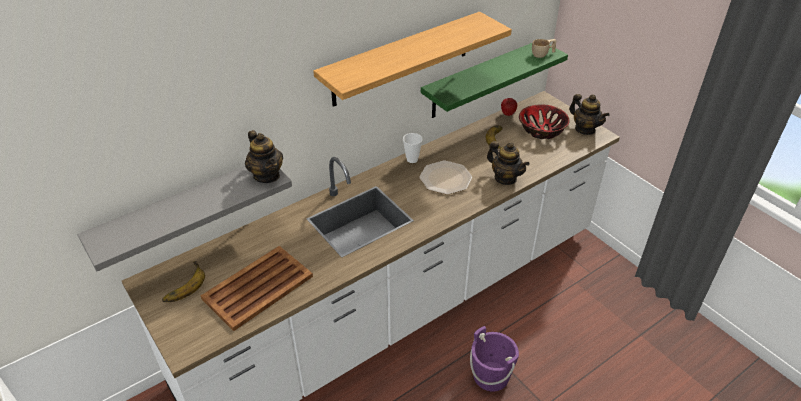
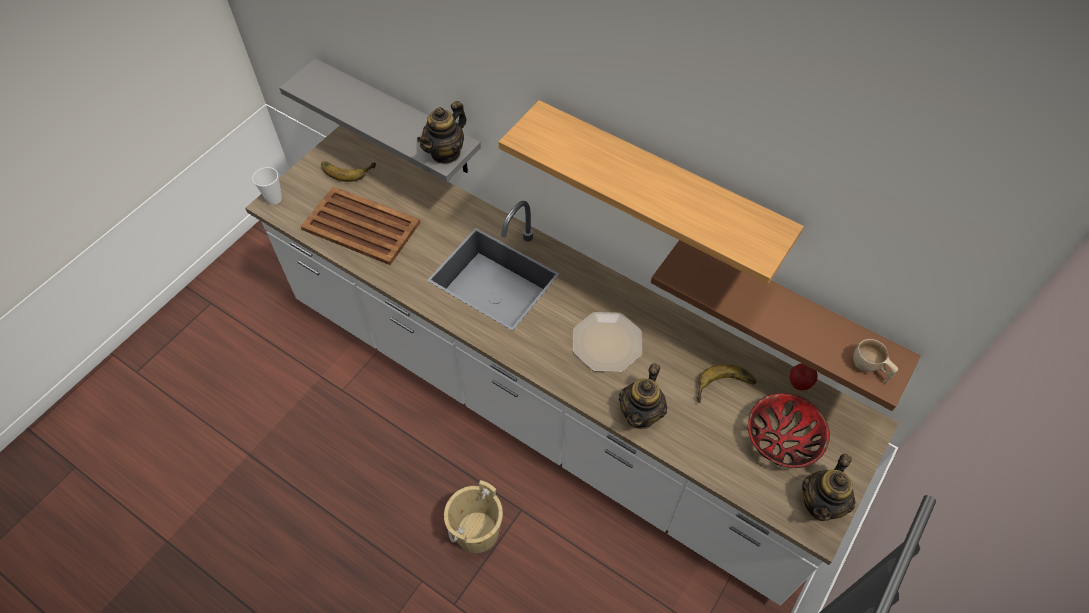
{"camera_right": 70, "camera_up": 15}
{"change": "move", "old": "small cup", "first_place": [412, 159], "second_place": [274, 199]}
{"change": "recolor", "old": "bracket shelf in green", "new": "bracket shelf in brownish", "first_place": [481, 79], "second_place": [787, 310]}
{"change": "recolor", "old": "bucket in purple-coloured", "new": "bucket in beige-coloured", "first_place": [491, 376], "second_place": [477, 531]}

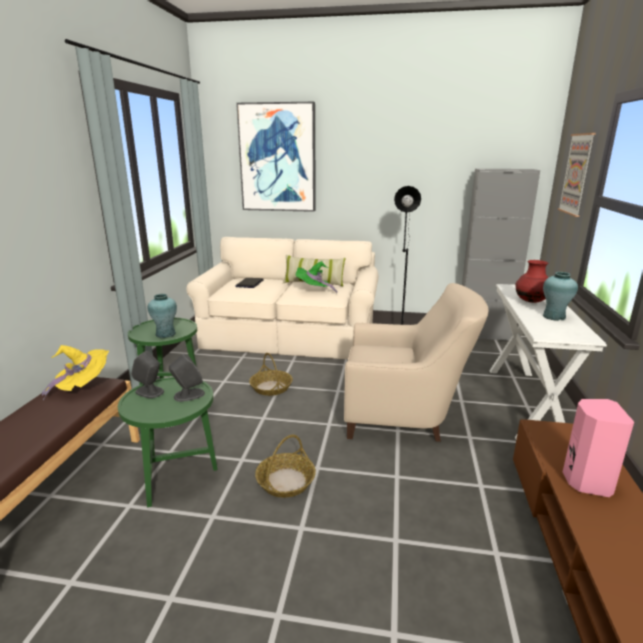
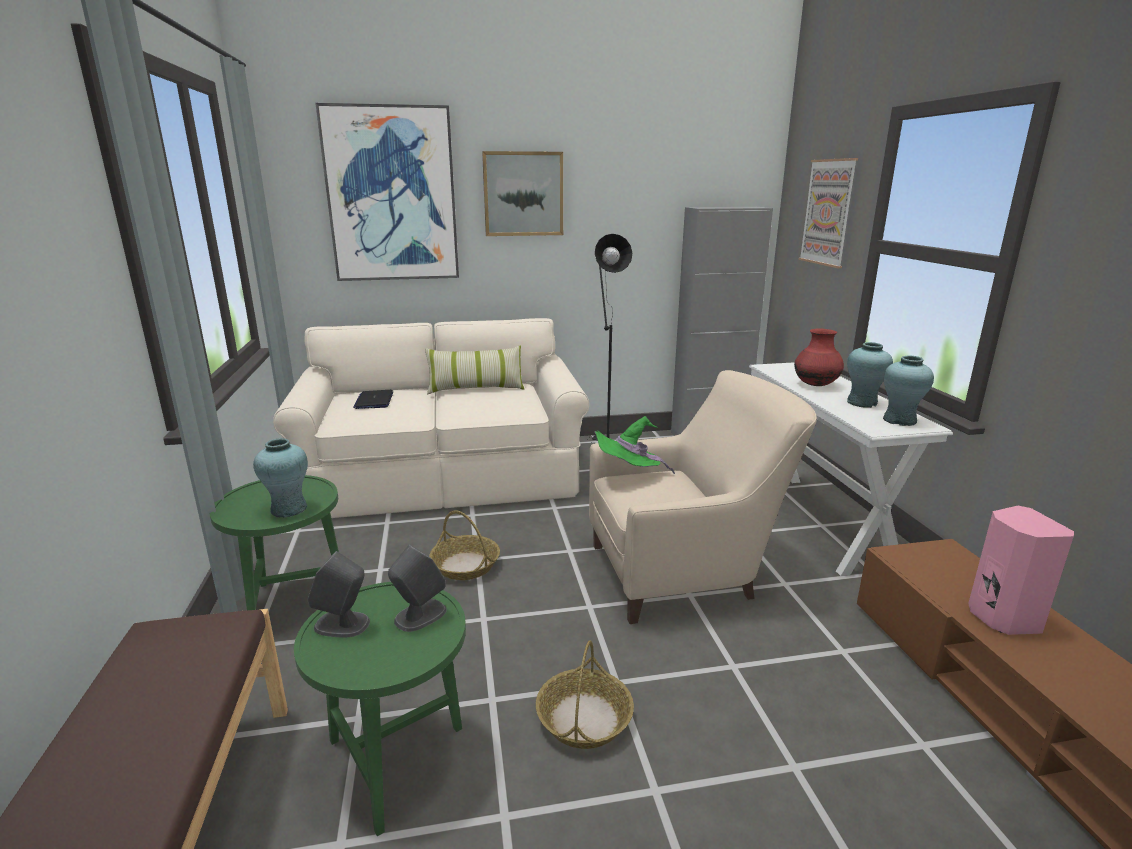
{"camera_right": -20, "camera_up": 0}
{"change": "delete", "old": "clothing hat in yellow", "first_place": [84, 387]}
{"change": "insert", "new": "picture", "second_place": [523, 194]}
{"change": "insert", "new": "vase in blue-green", "second_place": [900, 420]}
{"change": "move", "old": "clothing hat in green", "first_place": [314, 292], "second_place": [629, 474]}

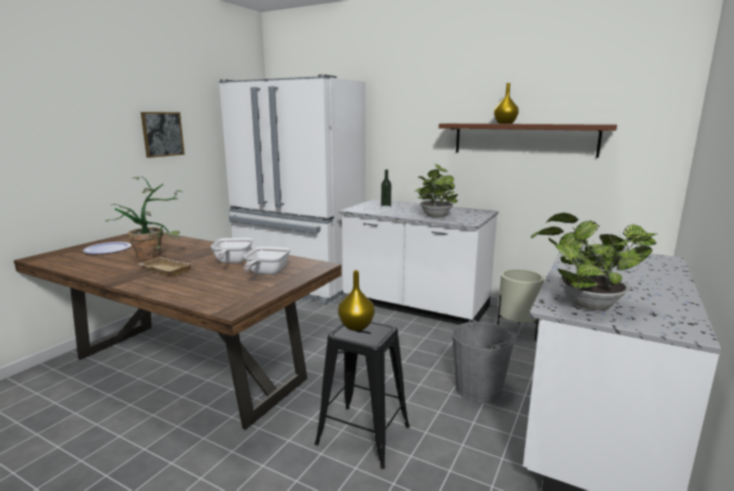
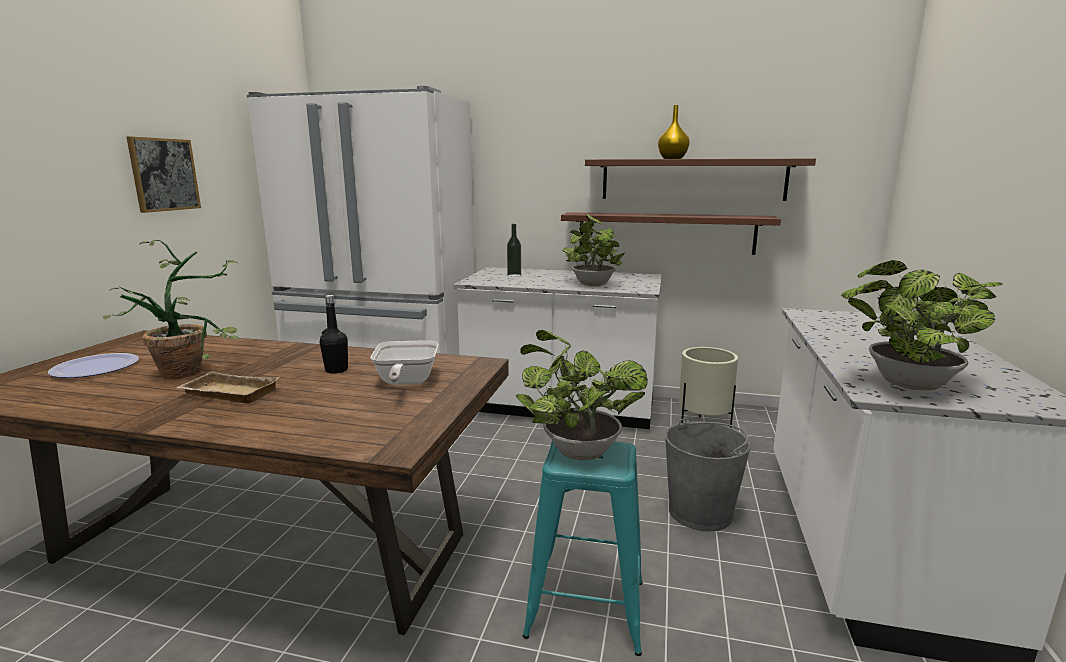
{"camera_right": -15, "camera_up": 0}
{"change": "insert", "new": "bracket shelf in brownish", "second_place": [665, 233]}
{"change": "replace", "old": "pan", "new": "beverage bottle in blackish", "first_place": [232, 262], "second_place": [336, 370]}
{"change": "replace", "old": "vase in yellow", "new": "houseplant", "first_place": [356, 327], "second_place": [576, 450]}
{"change": "recolor", "old": "stool in blackish", "new": "stool in blue-green", "first_place": [363, 435], "second_place": [586, 608]}

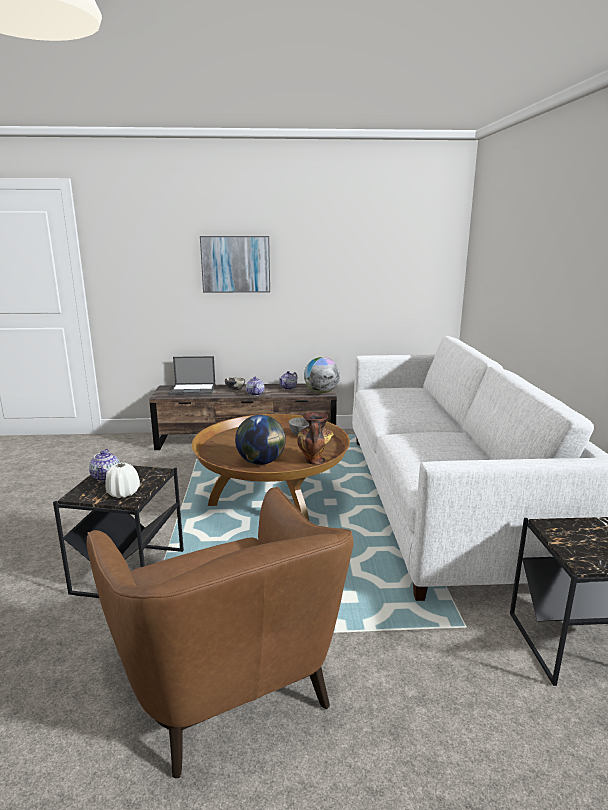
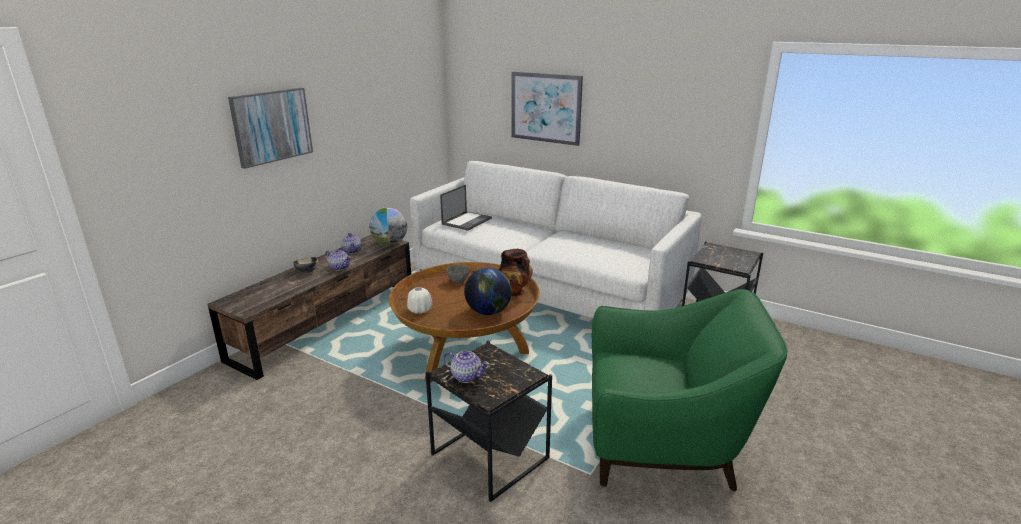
{"camera_right": -55, "camera_up": 5}
{"change": "insert", "new": "picture", "second_place": [545, 108]}
{"change": "move", "old": "vase in white", "first_place": [123, 493], "second_place": [420, 310]}
{"change": "move", "old": "notebook computer", "first_place": [193, 389], "second_place": [467, 221]}
{"change": "recolor", "old": "lounge chair in brownish", "new": "lounge chair in green", "first_place": [226, 678], "second_place": [662, 444]}

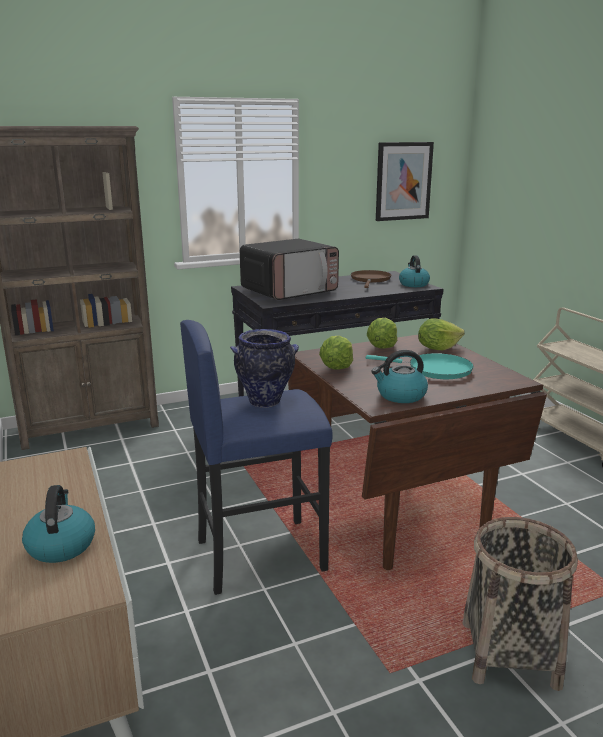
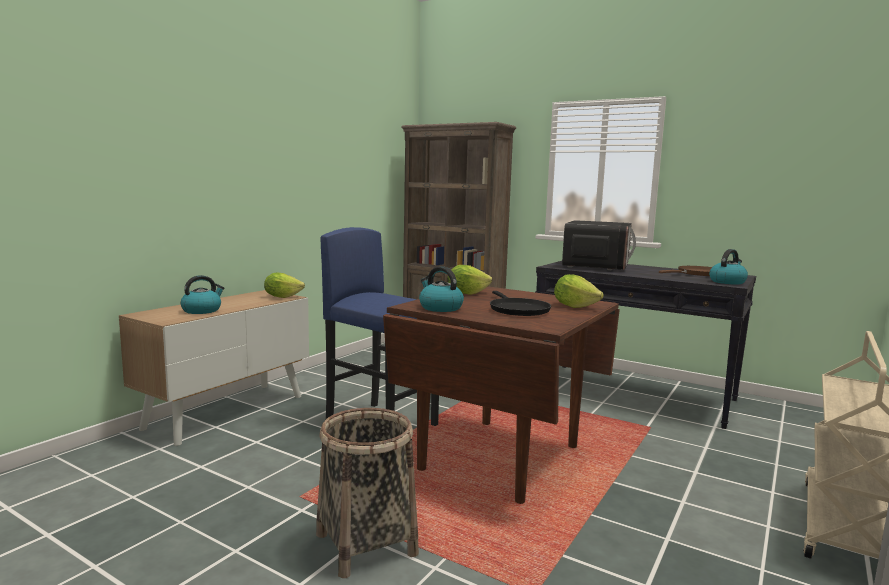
{"camera_right": 55, "camera_up": -10}
{"change": "delete", "old": "vase", "first_place": [265, 401]}
{"change": "delete", "old": "picture", "first_place": [403, 181]}
{"change": "move", "old": "head of lettuce", "first_place": [382, 346], "second_place": [282, 297]}
{"change": "recolor", "old": "pan in blue-green", "new": "pan in blackish", "first_place": [435, 370], "second_place": [517, 310]}
{"change": "rotate", "old": "microwave", "first_place": [290, 291], "second_place": [596, 266], "degrees": -90}

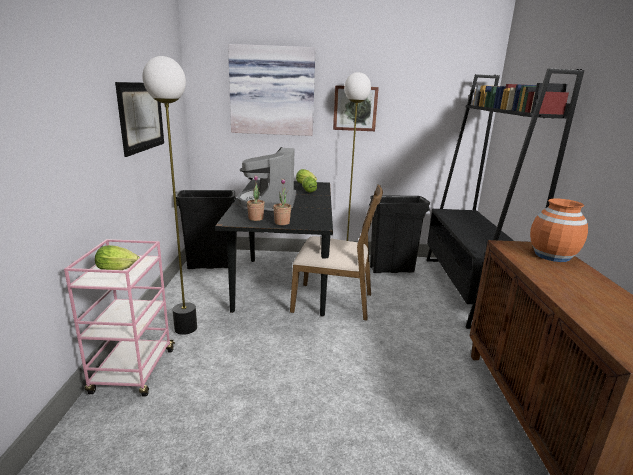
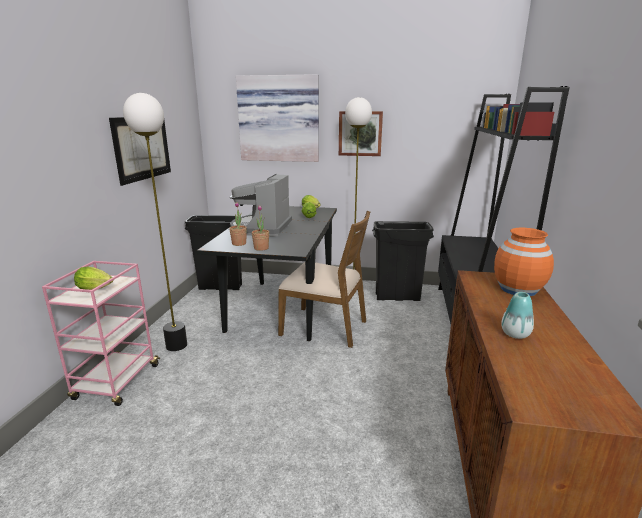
{"camera_right": 10, "camera_up": 0}
{"change": "insert", "new": "vase", "second_place": [515, 334]}

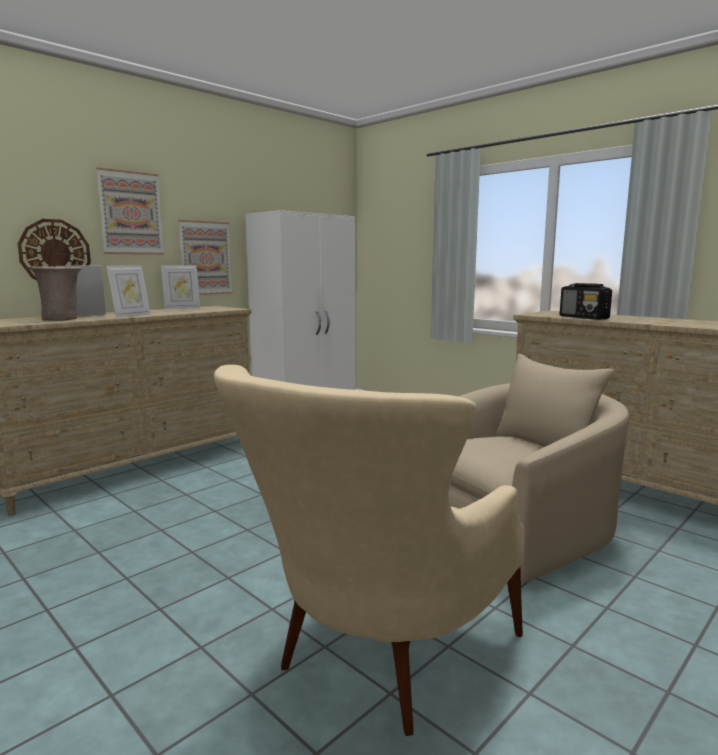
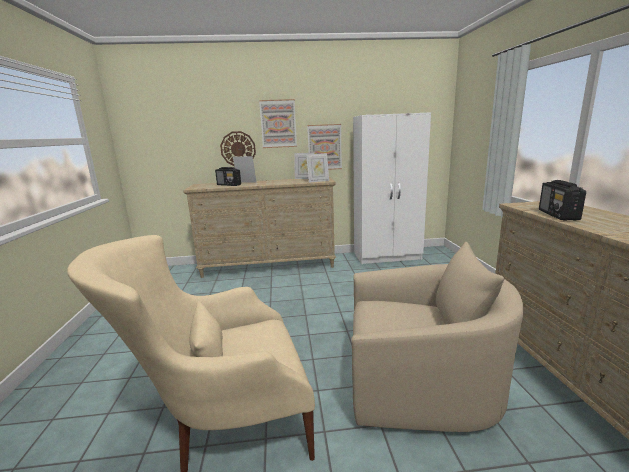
{"camera_right": 40, "camera_up": 5}
{"change": "move", "old": "photo frame", "first_place": [131, 315], "second_place": [318, 181]}
{"change": "replace", "old": "vase in beige-coloured", "new": "radio", "first_place": [61, 319], "second_place": [229, 185]}

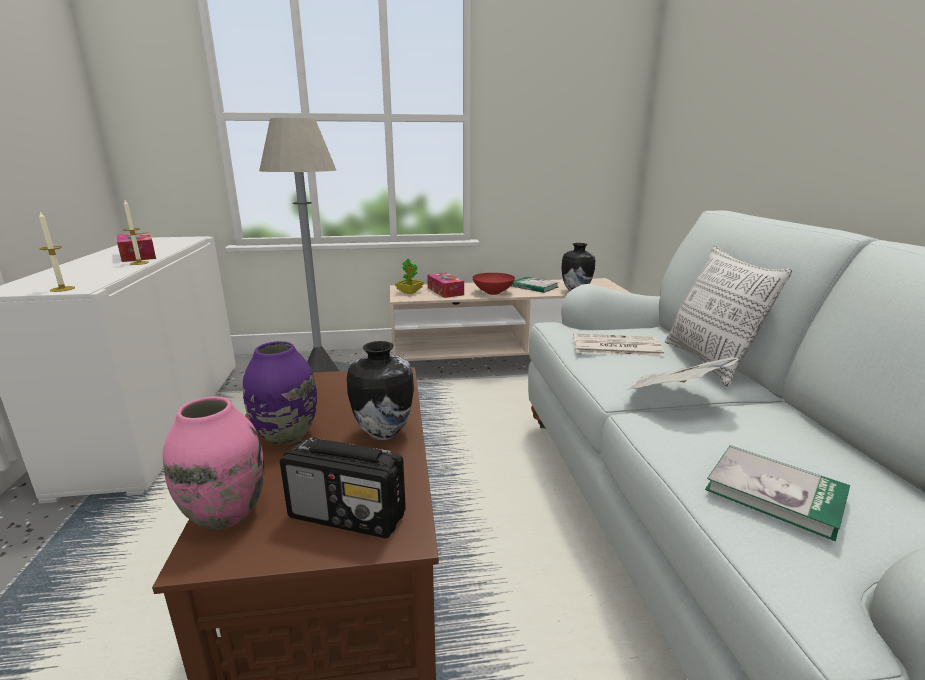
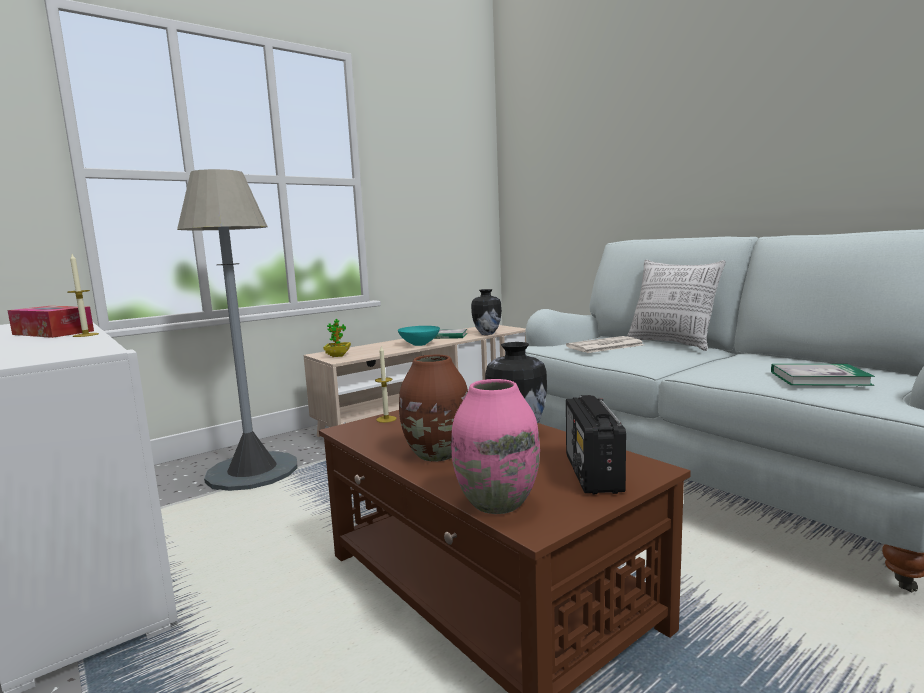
{"camera_right": -30, "camera_up": -10}
{"change": "delete", "old": "tissue holder", "first_place": [445, 291]}
{"change": "delete", "old": "printed paper", "first_place": [674, 397]}
{"change": "move", "old": "wax light", "first_place": [62, 289], "second_place": [386, 419]}
{"change": "recolor", "old": "vase in purple-coloured", "new": "vase in brownish", "first_place": [286, 435], "second_place": [437, 454]}
{"change": "recolor", "old": "bowl in red-coloured", "new": "bowl in blue-green", "first_place": [493, 293], "second_place": [420, 344]}
{"change": "rotate", "old": "radio", "first_place": [348, 516], "second_place": [593, 473], "degrees": 105}

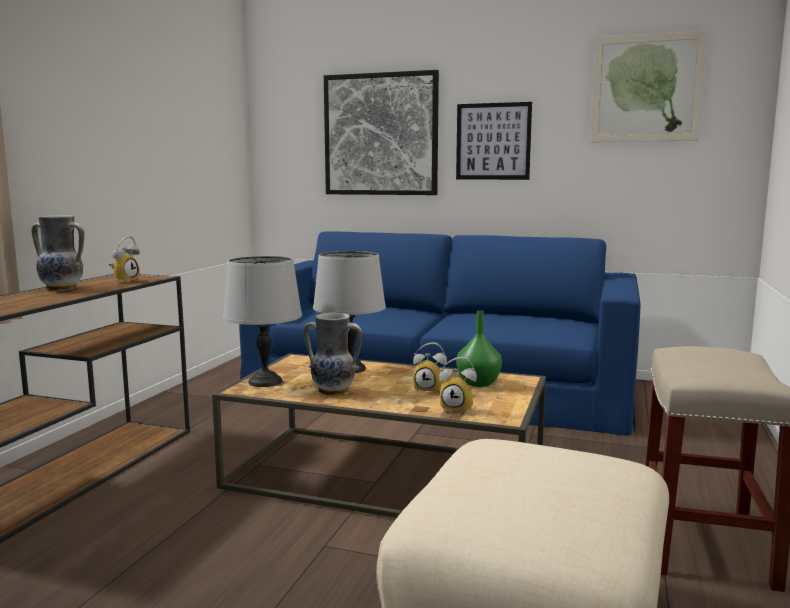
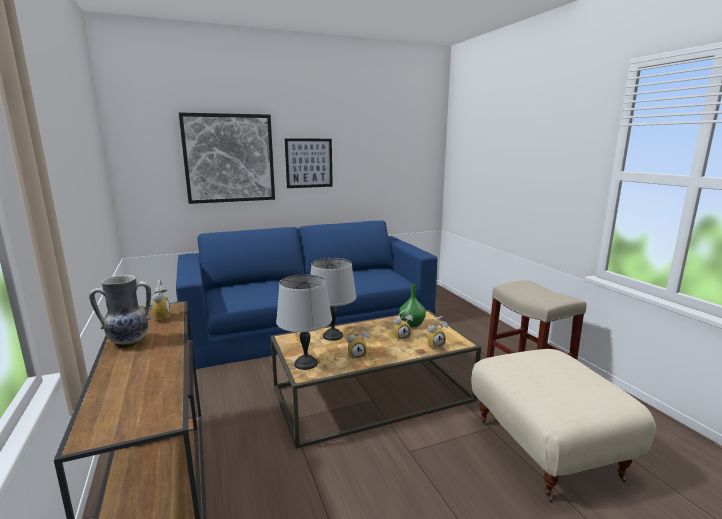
{"camera_right": -40, "camera_up": 5}
{"change": "delete", "old": "picture", "first_place": [646, 88]}
{"change": "replace", "old": "vase", "new": "alarm clock", "first_place": [333, 391], "second_place": [357, 355]}

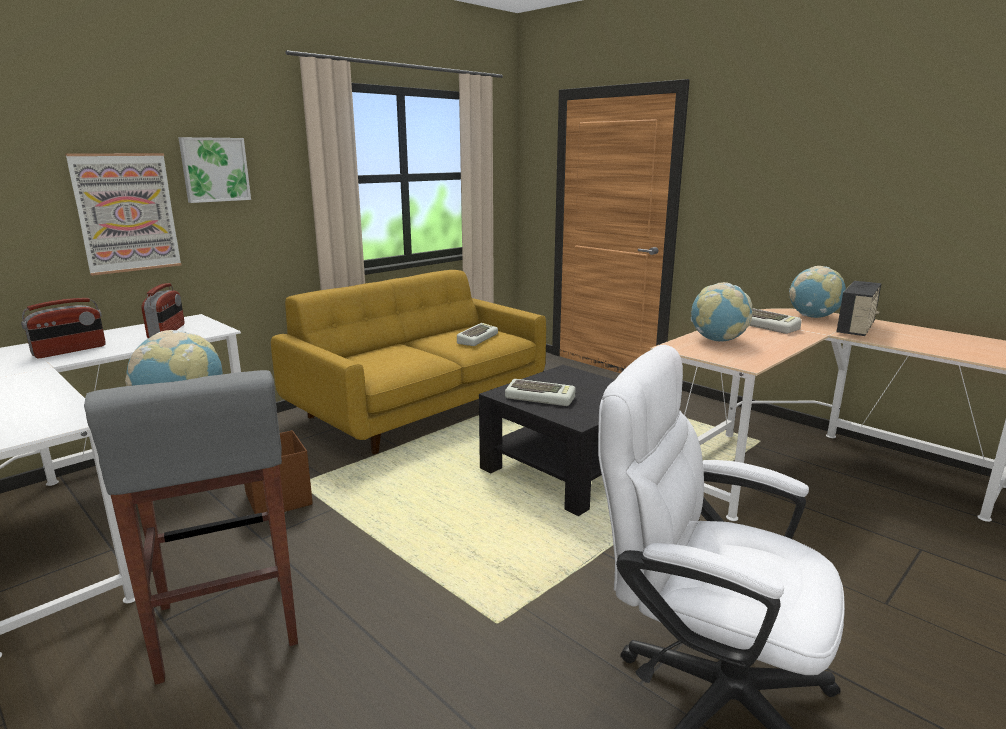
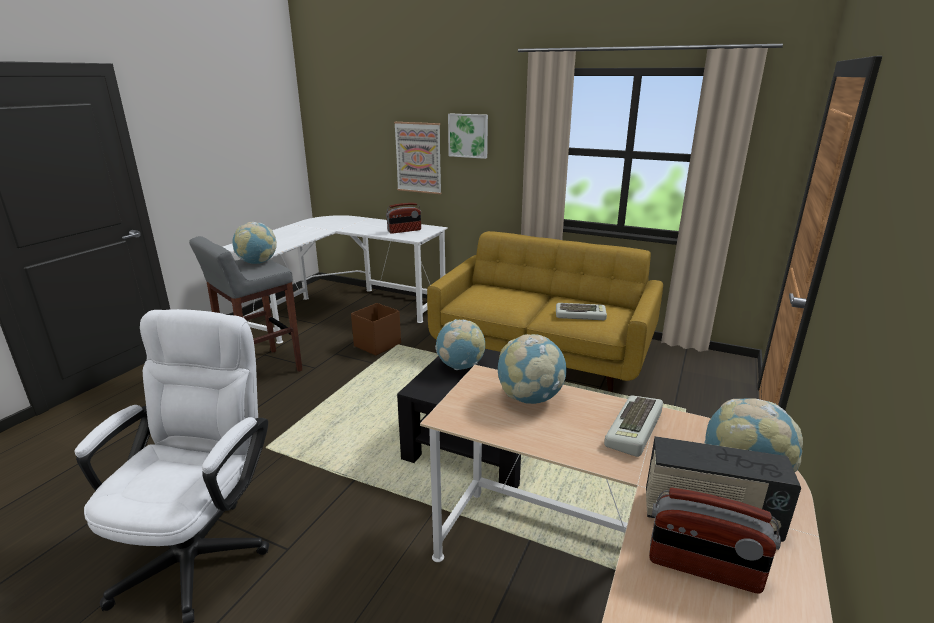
{"camera_right": 70, "camera_up": 5}
{"change": "move", "old": "radio", "first_place": [70, 351], "second_place": [703, 568]}
{"change": "replace", "old": "PC keyboard", "new": "desk globe", "first_place": [541, 397], "second_place": [460, 366]}

